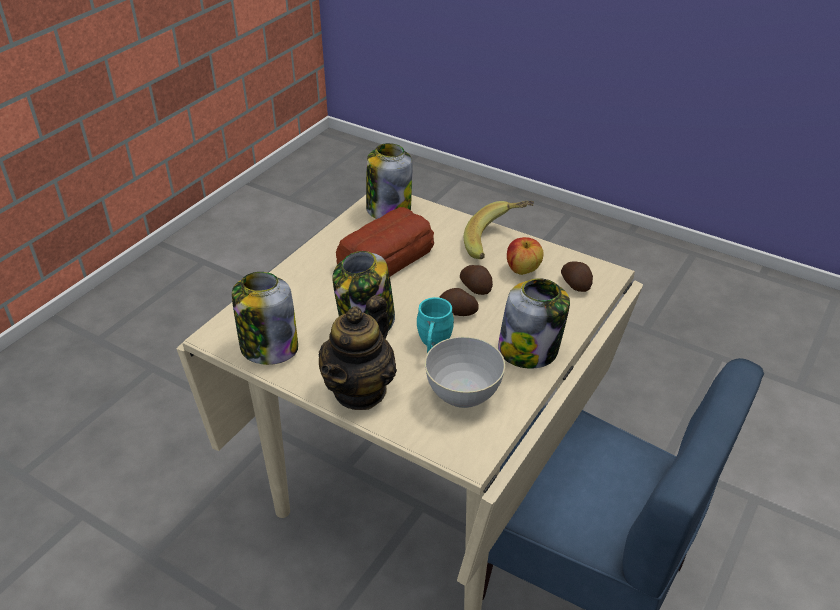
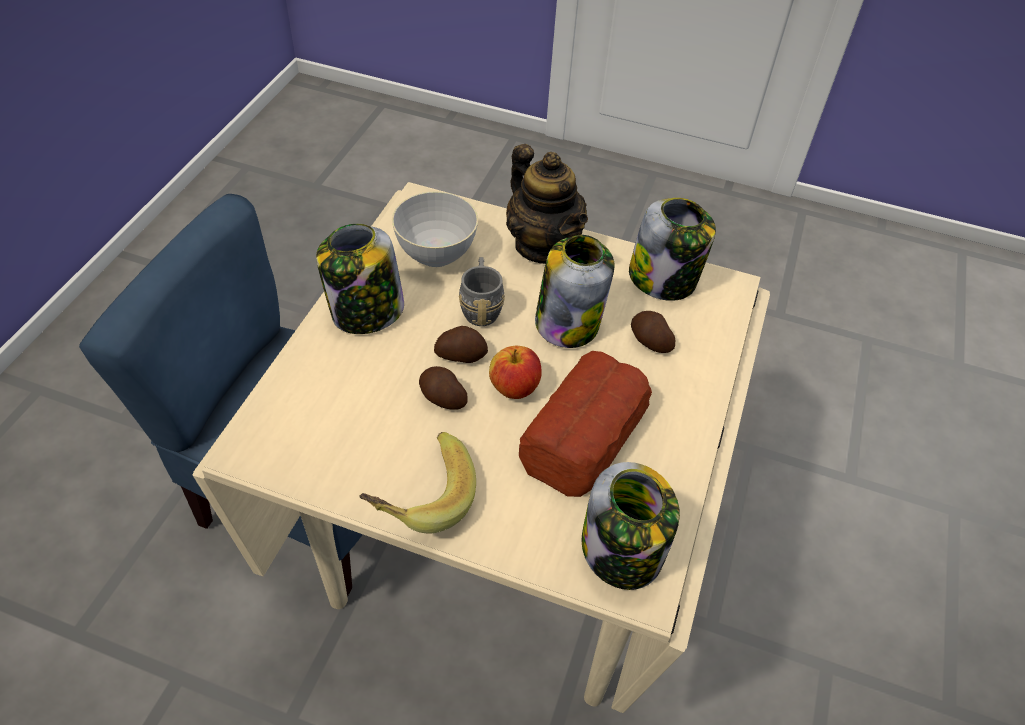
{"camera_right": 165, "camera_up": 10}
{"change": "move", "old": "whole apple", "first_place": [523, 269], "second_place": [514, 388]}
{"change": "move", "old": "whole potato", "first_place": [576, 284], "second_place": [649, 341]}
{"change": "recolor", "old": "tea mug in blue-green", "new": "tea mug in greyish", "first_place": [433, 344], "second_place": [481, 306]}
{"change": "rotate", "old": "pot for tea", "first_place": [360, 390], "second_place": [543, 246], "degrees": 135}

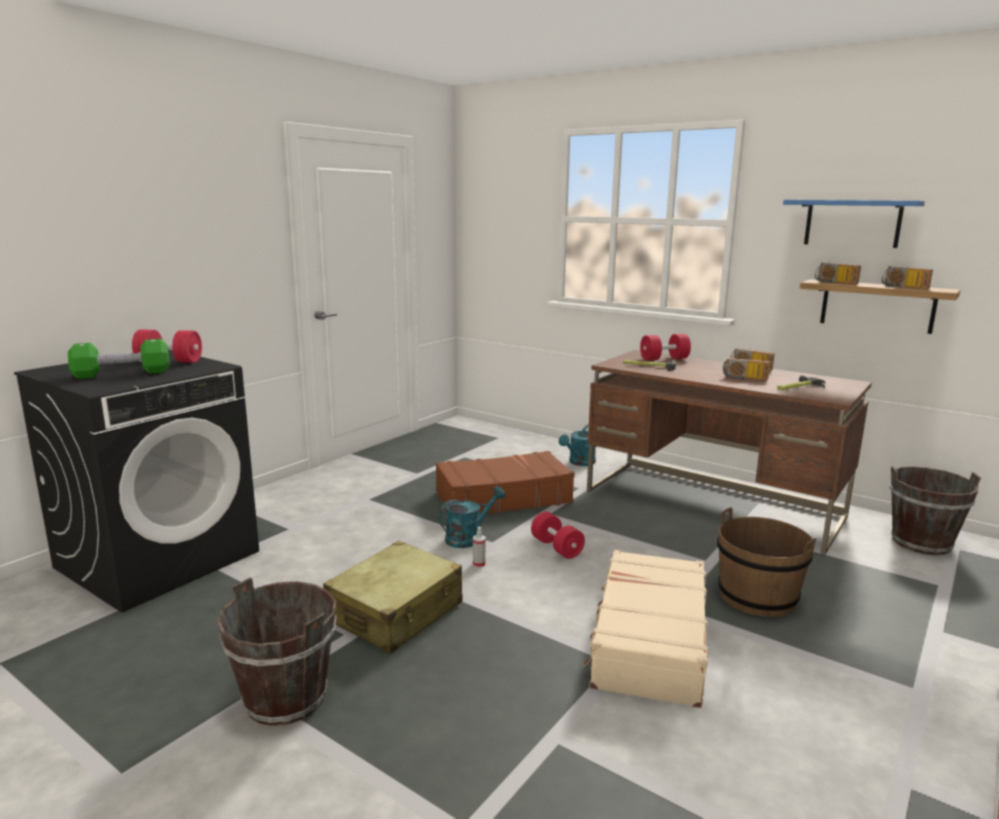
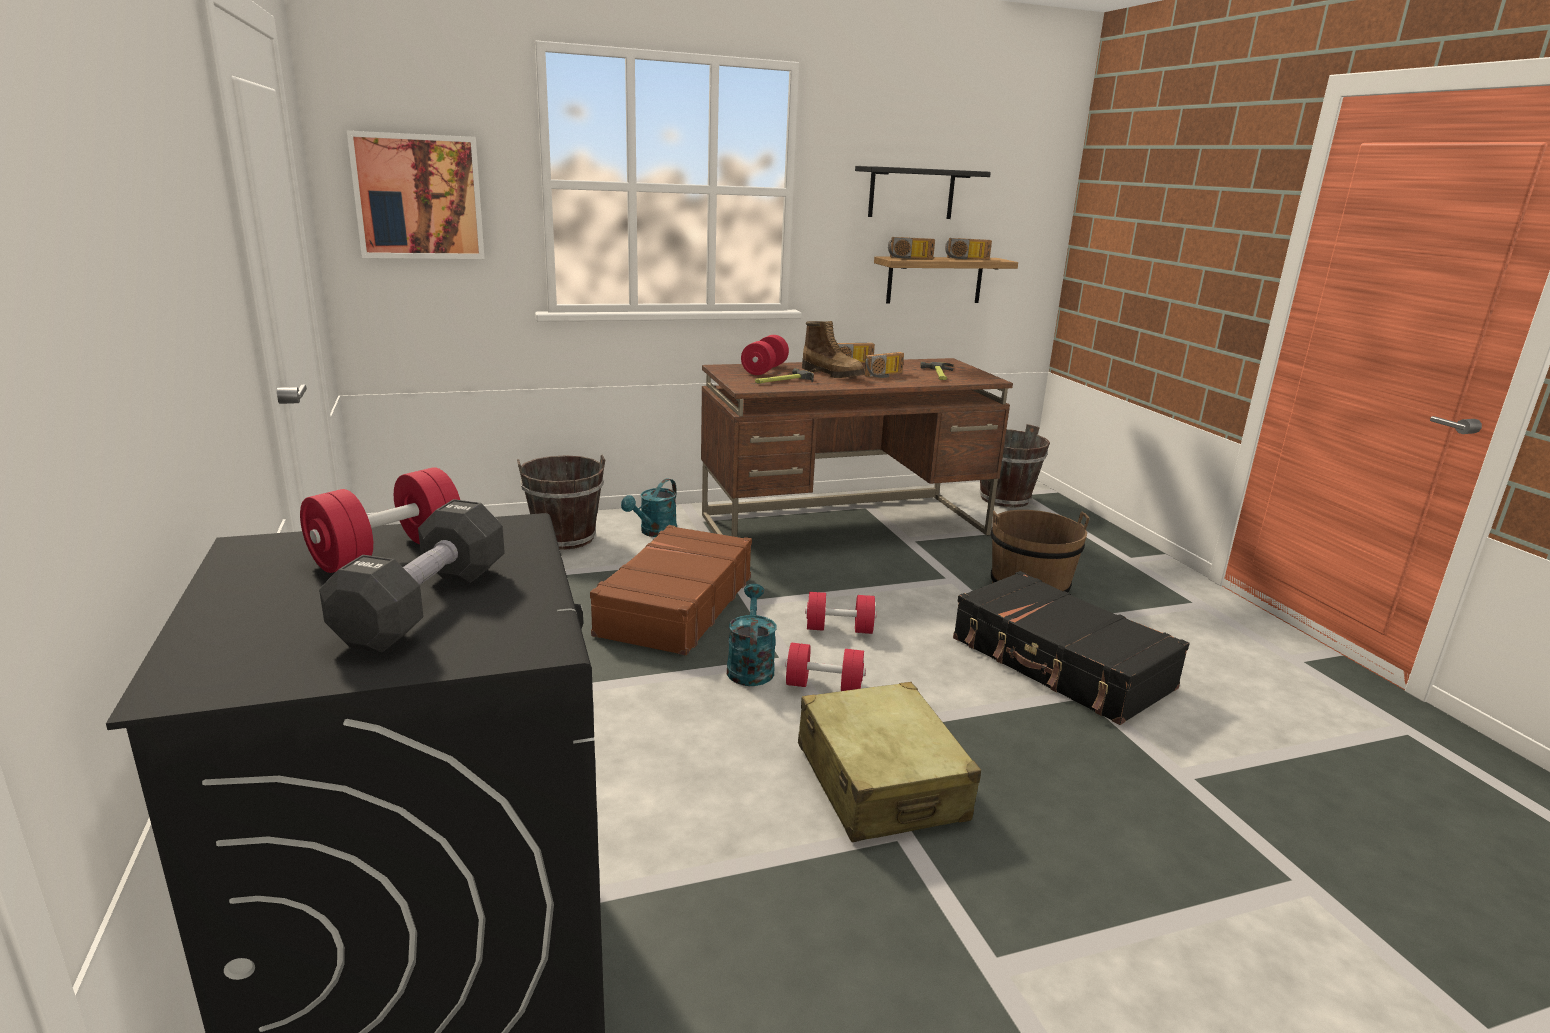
{"camera_right": -55, "camera_up": 5}
{"change": "insert", "new": "picture", "second_place": [418, 197]}
{"change": "insert", "new": "boot", "second_place": [833, 374]}
{"change": "move", "old": "bucket in brownish", "first_place": [286, 698], "second_place": [565, 538]}
{"change": "replace", "old": "sprayer", "new": "dumbbell in red-coloured", "first_place": [479, 564], "second_place": [824, 686]}
{"change": "recolor", "old": "dumbbell in green", "new": "dumbbell in blackish", "first_place": [122, 374], "second_place": [424, 605]}
{"change": "recolor", "old": "travel case in beige-coloured", "new": "travel case in blackish", "first_place": [648, 640], "second_place": [1060, 664]}
{"change": "recolor", "old": "bracket shelf in blue-coloured", "new": "bracket shelf in blackish", "first_place": [852, 223], "second_place": [911, 193]}
{"change": "rotate", "old": "watering pot in blue-green", "first_place": [579, 463], "second_place": [654, 532], "degrees": 45}

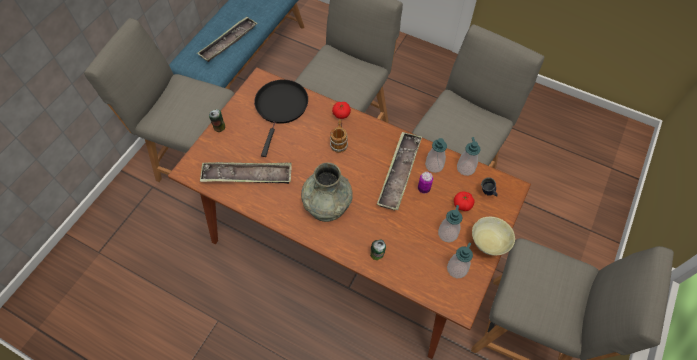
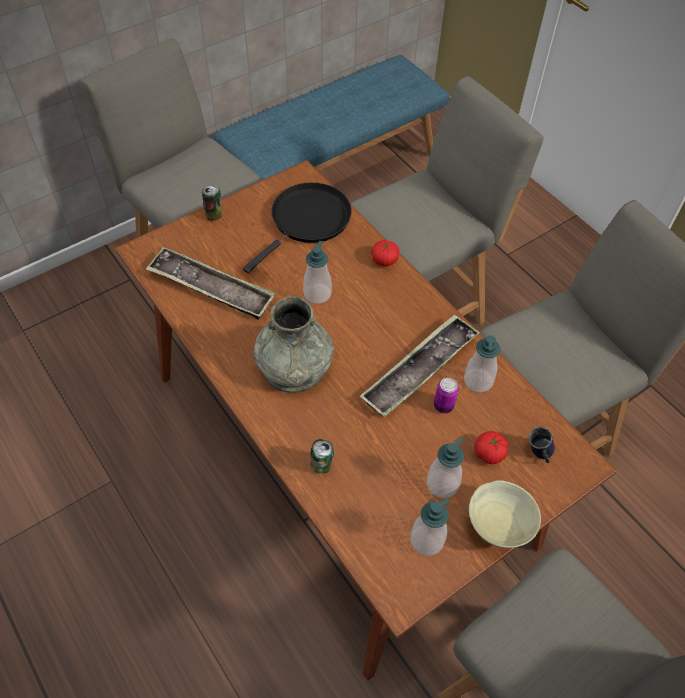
{"camera_right": 25, "camera_up": -5}
{"change": "delete", "old": "serving tray", "first_place": [228, 42]}
{"change": "delete", "old": "tea mug", "first_place": [339, 142]}
{"change": "move", "old": "soap dispenser", "first_place": [465, 168], "second_place": [317, 294]}

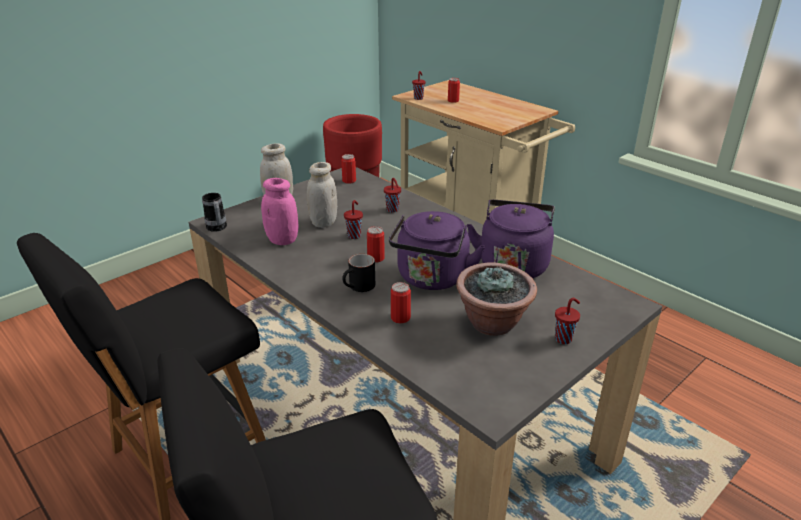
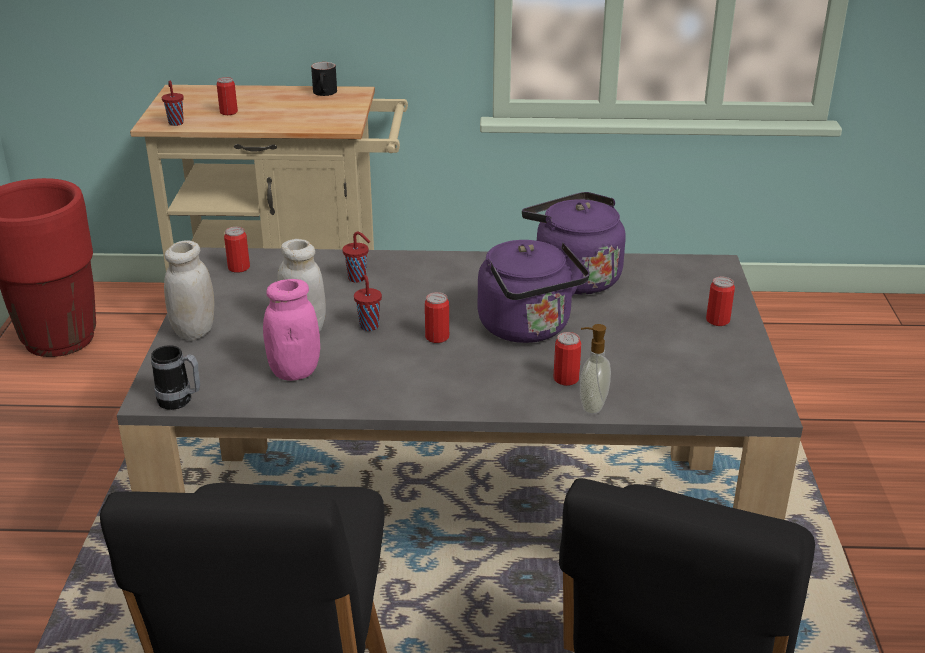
{"camera_right": -45, "camera_up": 0}
{"change": "delete", "old": "houseplant", "first_place": [493, 323]}
{"change": "insert", "new": "soap dispenser", "second_place": [591, 405]}
{"change": "move", "old": "tea mug in blackish", "first_place": [359, 287], "second_place": [325, 93]}
{"change": "replace", "old": "small cup in red-coloured", "new": "can", "first_place": [564, 339], "second_place": [717, 320]}

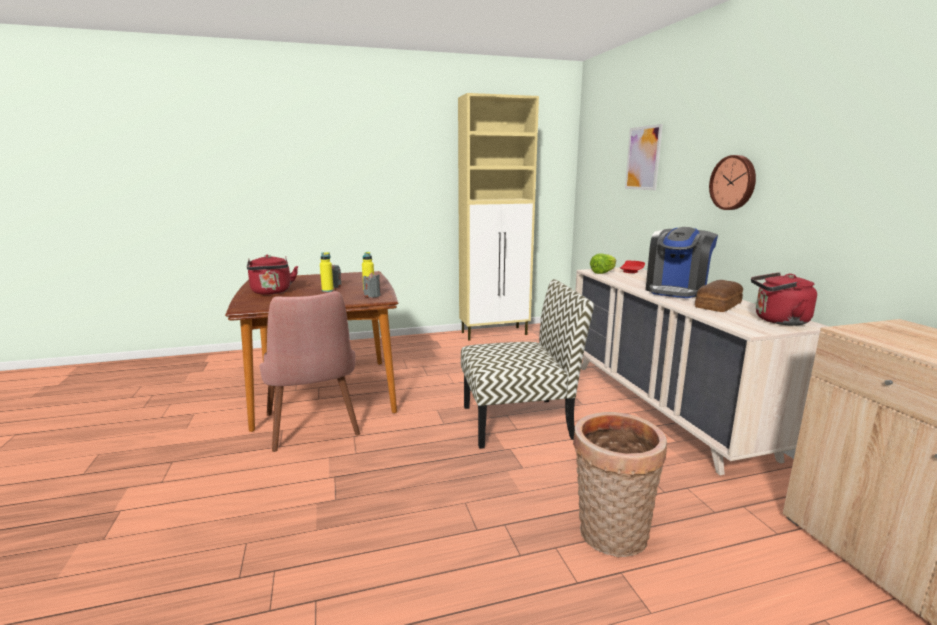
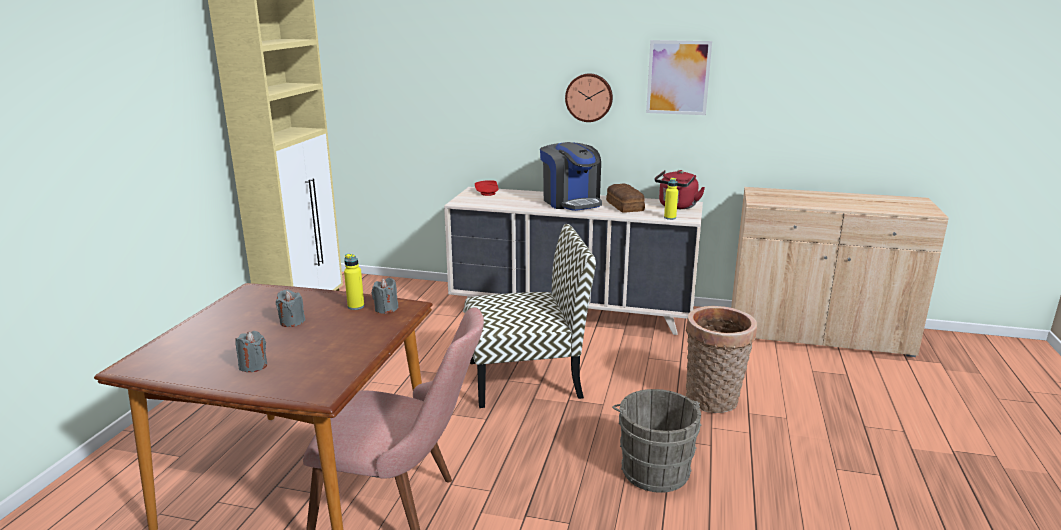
{"camera_right": -60, "camera_up": 5}
{"change": "delete", "old": "head of lettuce", "first_place": [603, 272]}
{"change": "insert", "new": "bucket in greyish", "second_place": [653, 468]}
{"change": "move", "old": "beverage bottle in yellow", "first_place": [327, 290], "second_place": [670, 218]}
{"change": "move", "old": "picture", "first_place": [643, 158], "second_place": [678, 77]}
{"change": "replace", "old": "tea kettle in red-coloured", "new": "wax light in greyish", "first_place": [272, 292], "second_place": [253, 366]}
{"change": "rotate", "old": "plain chair", "first_place": [519, 421], "second_place": [526, 378], "degrees": 60}

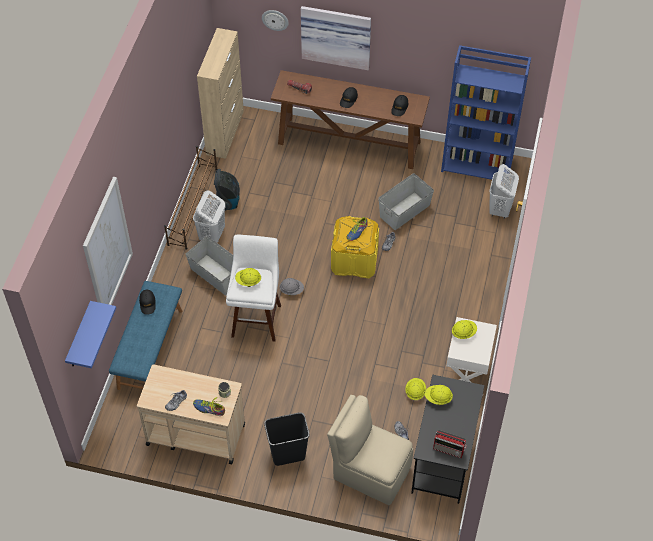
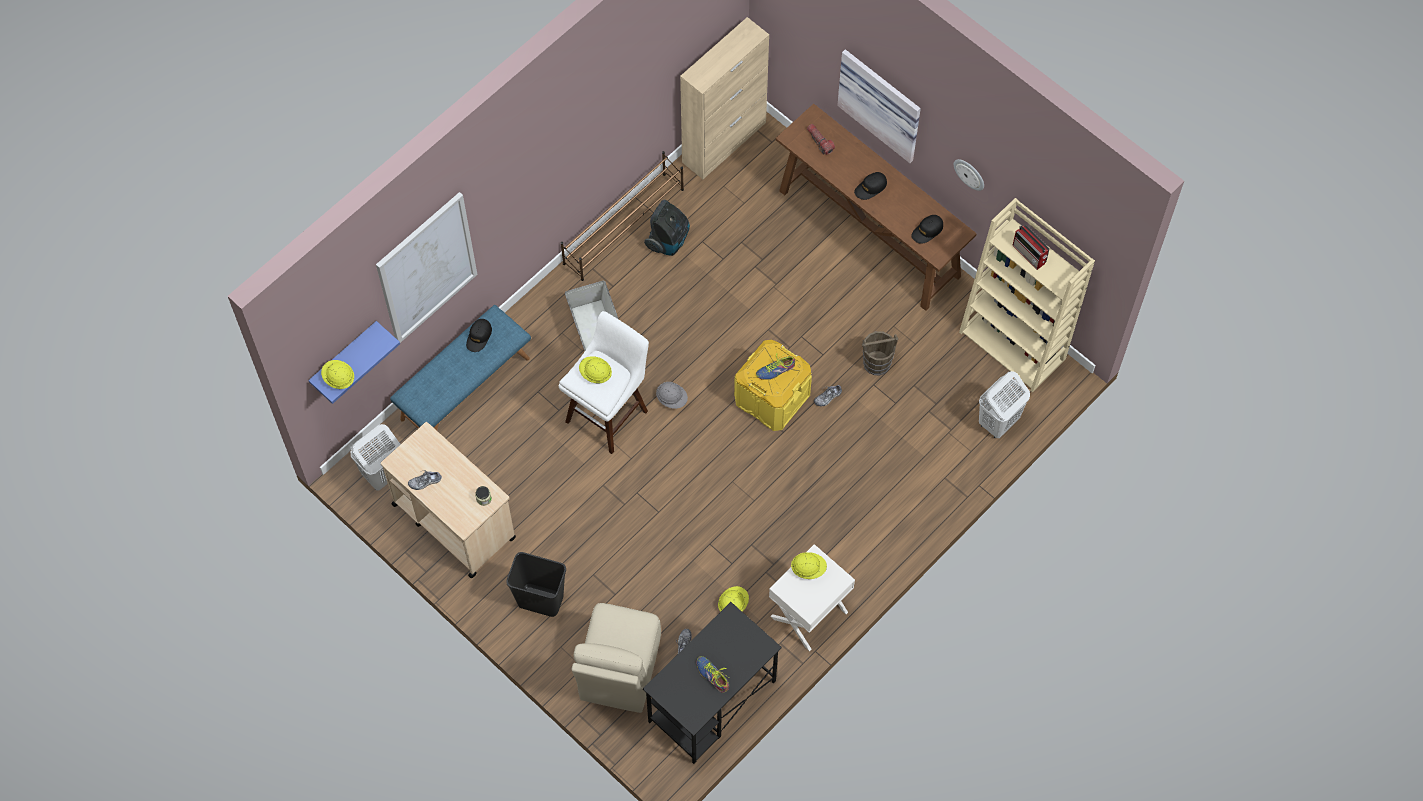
{"camera_right": 30, "camera_up": 10}
{"change": "move", "old": "hamper in white", "first_place": [212, 236], "second_place": [382, 474]}
{"change": "move", "old": "shoe", "first_place": [209, 409], "second_place": [712, 675]}
{"change": "move", "old": "hanging clock", "first_place": [275, 19], "second_place": [969, 174]}
{"change": "move", "old": "hard hat in yellow", "first_place": [438, 398], "second_place": [338, 378]}
{"change": "move", "old": "radio", "first_place": [449, 449], "second_place": [1029, 254]}
{"change": "replace", "old": "storage container in greyish", "new": "bucket in brownish", "first_place": [404, 211], "second_place": [876, 363]}
{"change": "recolor", "old": "bookshelf in blue-coloured", "new": "bookshelf in beige-coloured", "first_place": [478, 164], "second_place": [1013, 345]}
{"change": "rotate", "old": "plain chair in beige-coloured", "first_place": [370, 471], "second_place": [619, 671], "degrees": -135}

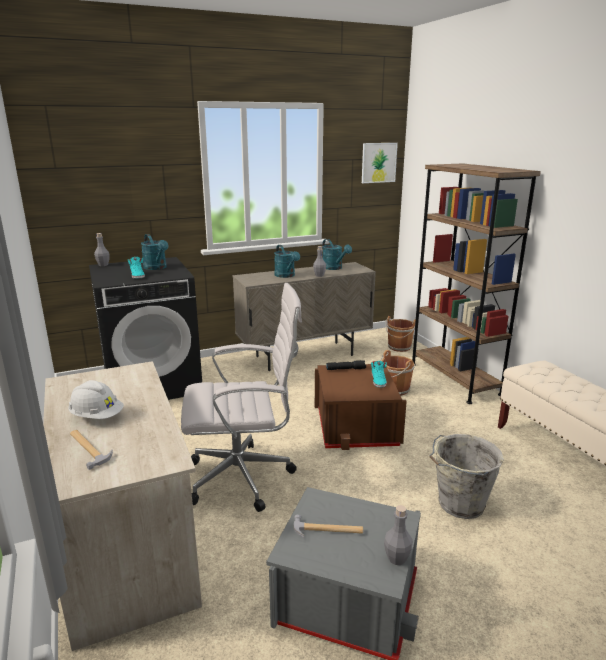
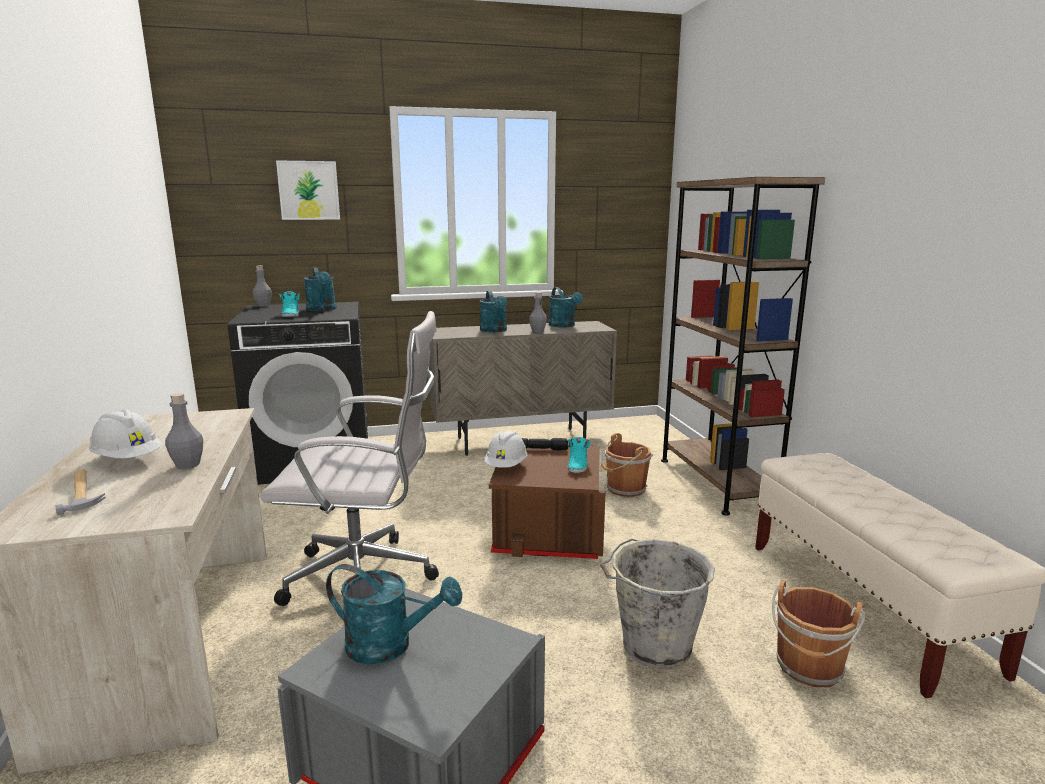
{"camera_right": 10, "camera_up": -5}
{"change": "insert", "new": "hard hat in white", "second_place": [506, 466]}
{"change": "move", "old": "picture", "first_place": [378, 162], "second_place": [309, 190]}
{"change": "move", "old": "beverage bottle in greyish", "first_place": [396, 558], "second_place": [188, 465]}
{"change": "move", "old": "bucket in brownish", "first_place": [399, 347], "second_place": [809, 668]}
{"change": "replace", "old": "tool hammer", "new": "watering pot in blue-green", "first_place": [327, 530], "second_place": [390, 645]}

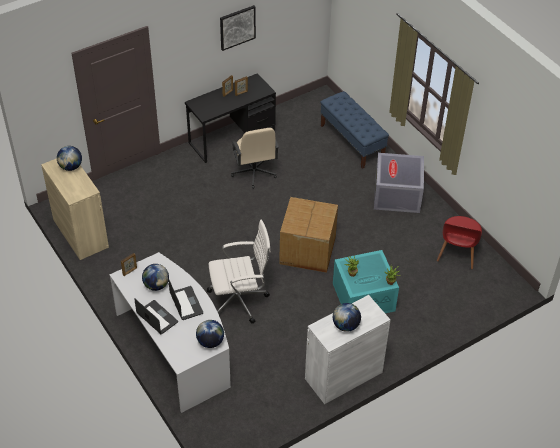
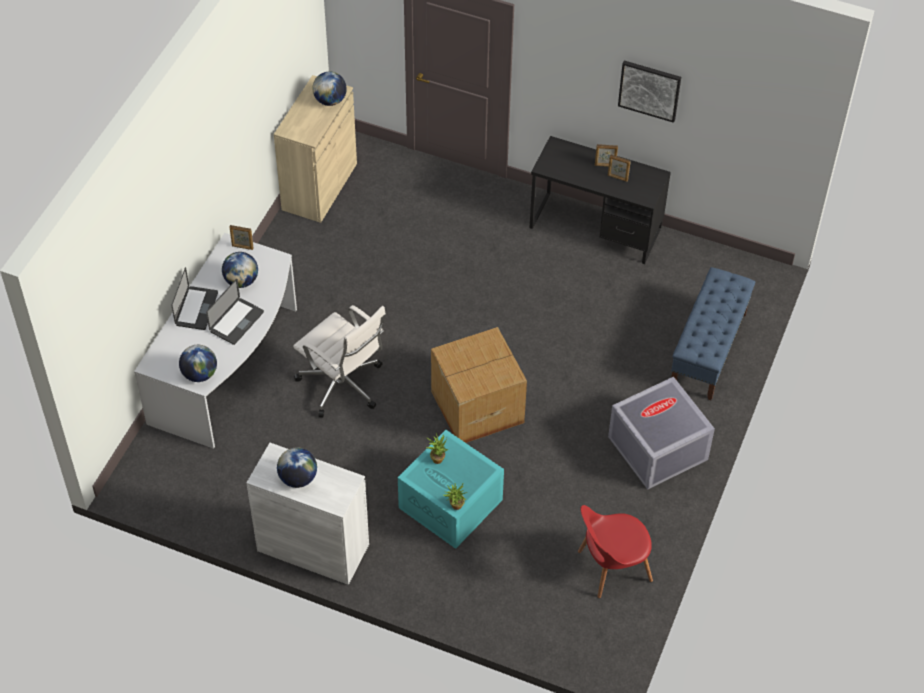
{"camera_right": 55, "camera_up": 5}
{"change": "delete", "old": "office chair in beige-coloured", "first_place": [254, 173]}

